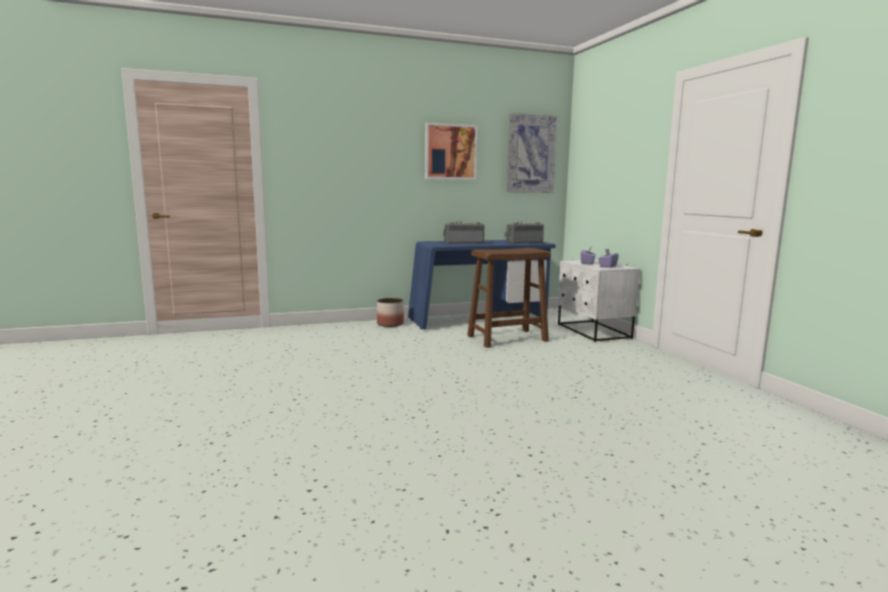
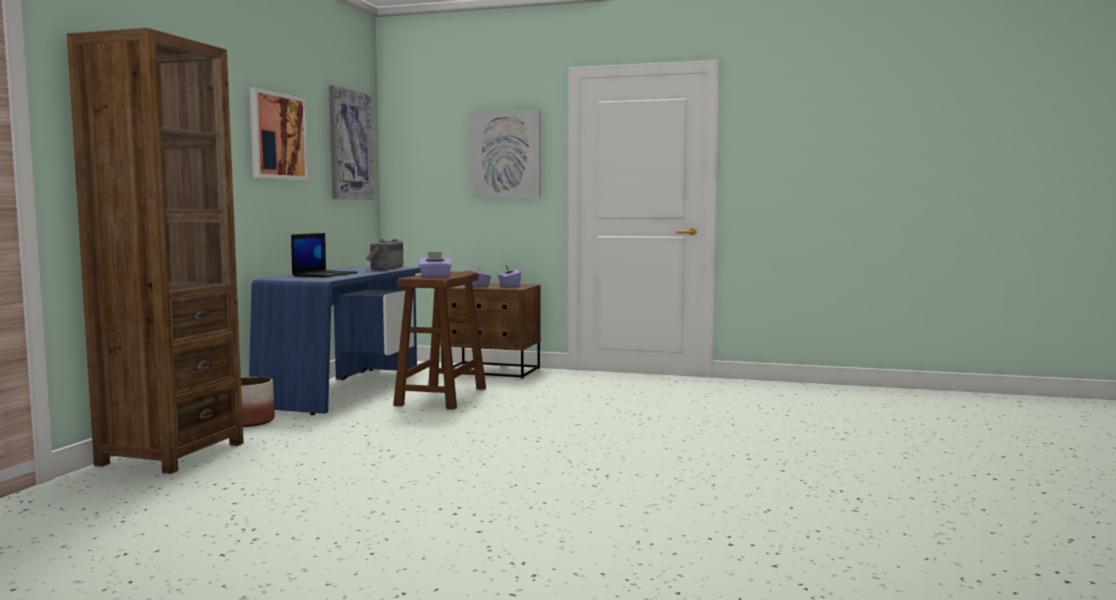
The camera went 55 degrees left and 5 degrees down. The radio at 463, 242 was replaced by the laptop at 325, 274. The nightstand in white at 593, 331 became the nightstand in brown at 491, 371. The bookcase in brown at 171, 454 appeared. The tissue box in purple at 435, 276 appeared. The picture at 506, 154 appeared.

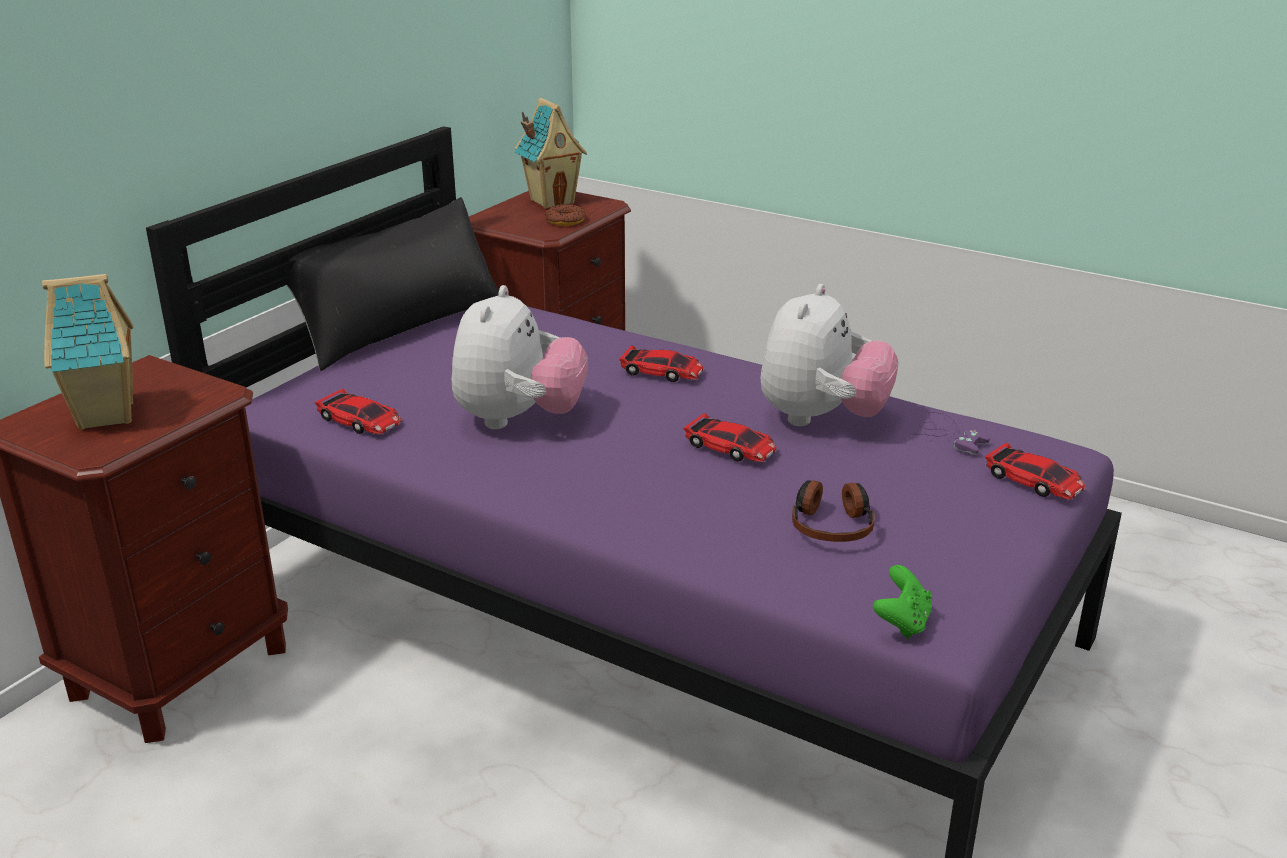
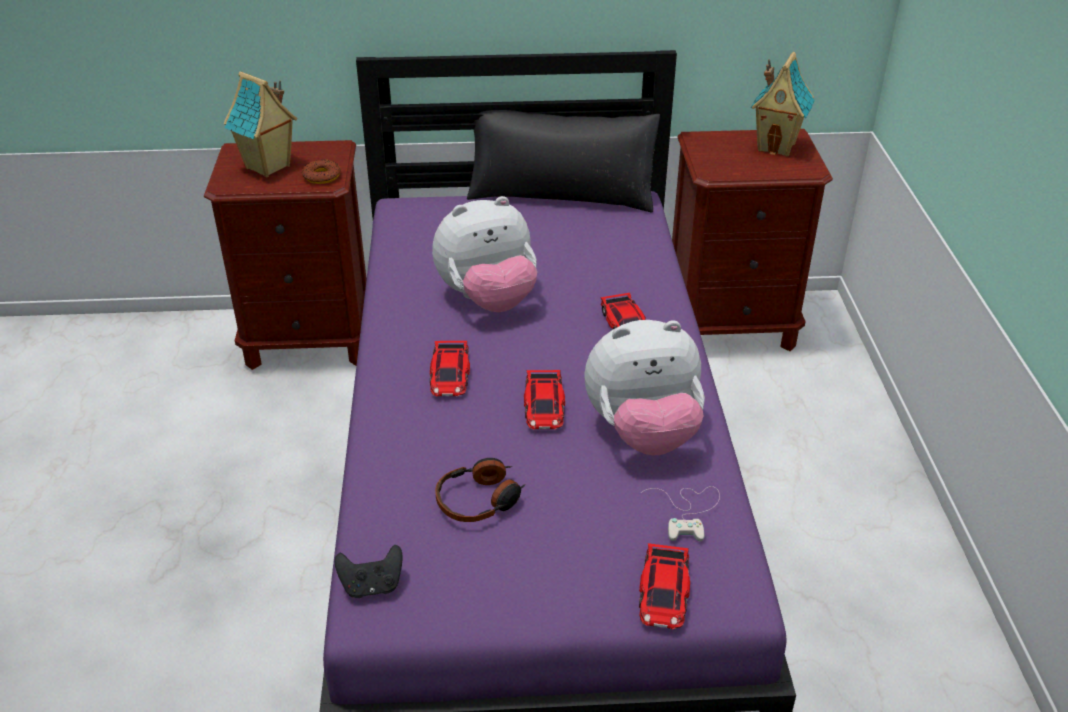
The camera went 55 degrees right and 10 degrees up. The toy car moved from 360, 420 to 450, 374. The donut moved from 565, 220 to 321, 176. The game controller in green at 902, 623 became the game controller in black at 372, 586. The game controller in purple at 945, 436 became the game controller in white at 688, 511.

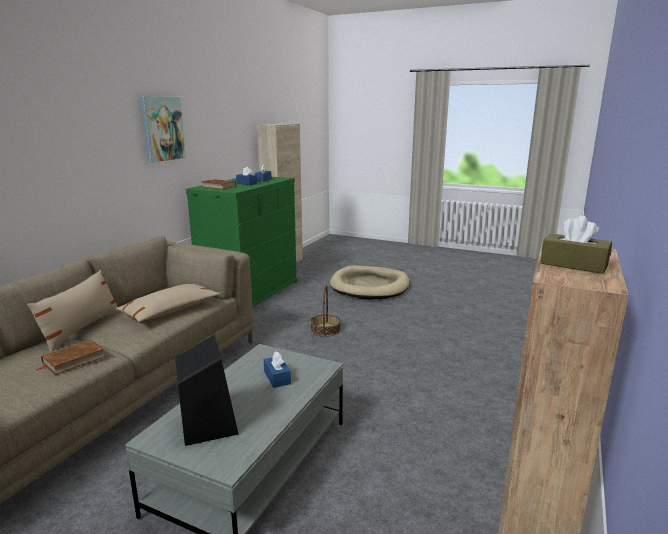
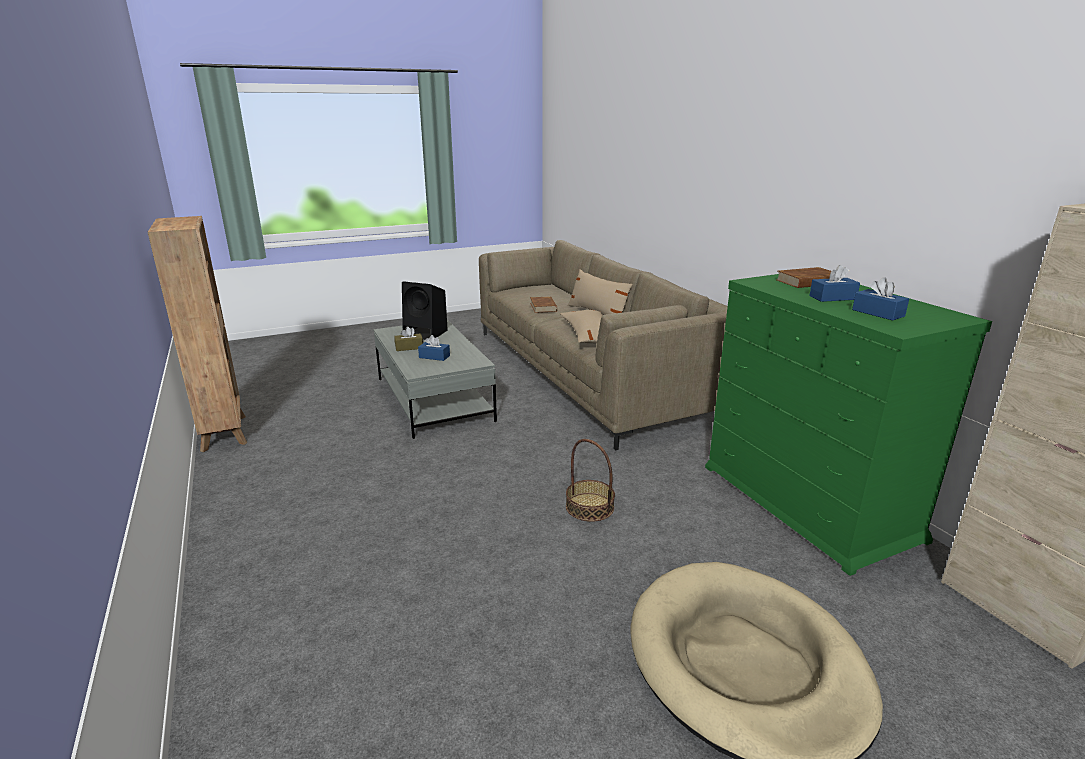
The camera went 130 degrees right and 5 degrees up. The picture at 162, 128 disappeared. The tissue box in brown moved from 573, 264 to 409, 347.

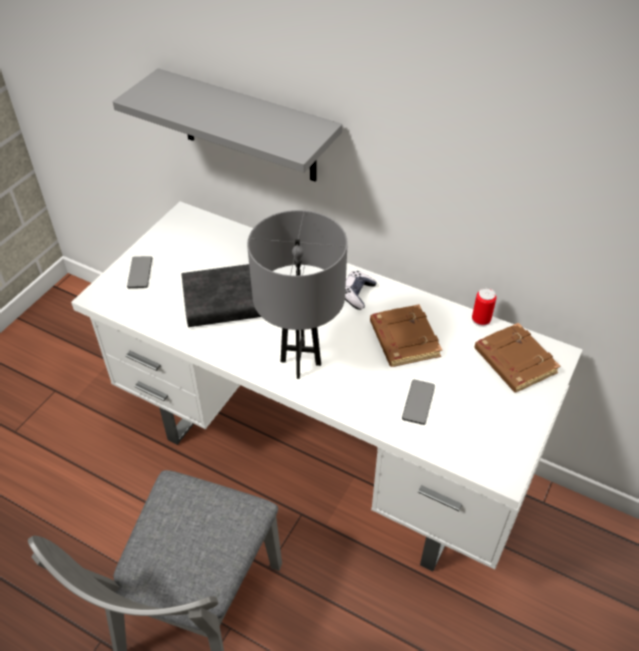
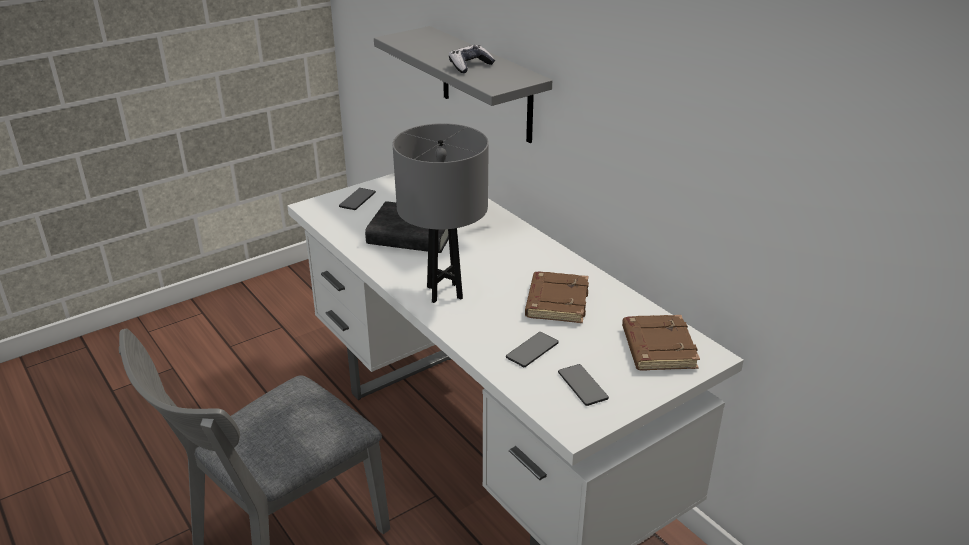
The camera went 25 degrees right and 15 degrees down. The game controller moved from 357, 294 to 470, 66. The can at 481, 320 disappeared. The phone at 582, 386 appeared.

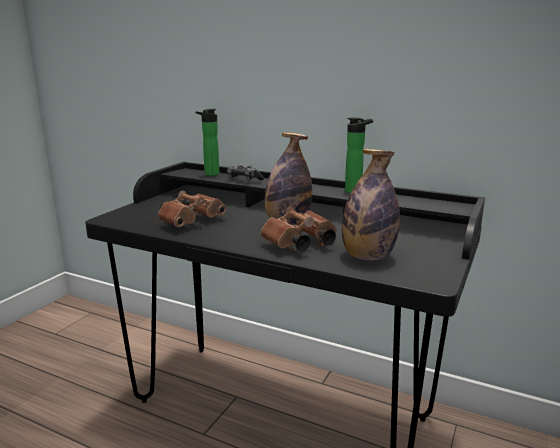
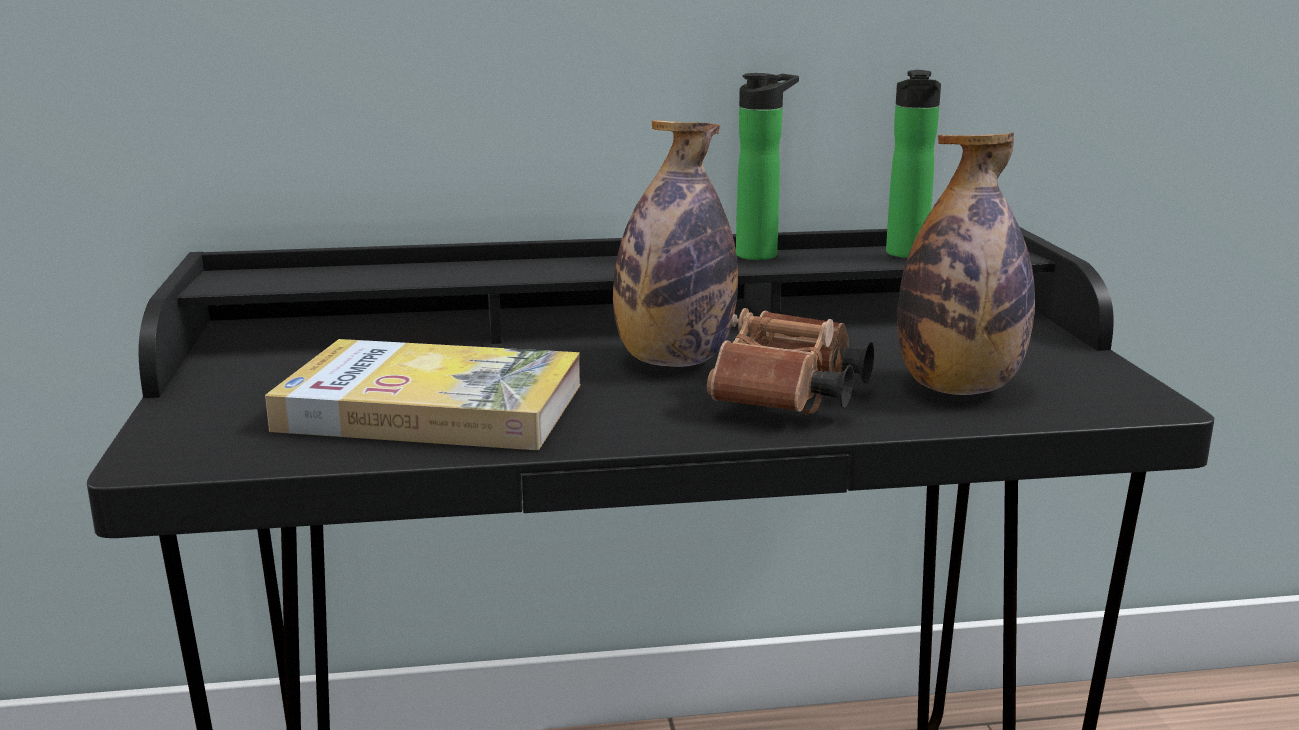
The camera went 35 degrees left and 0 degrees up. The binoculars in brown at 192, 221 was replaced by the book at 431, 407. The bottle moved from 210, 174 to 907, 255. The game controller at 243, 180 disappeared.

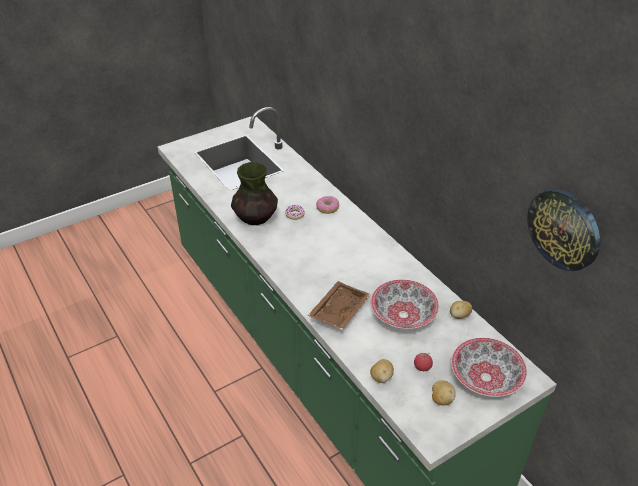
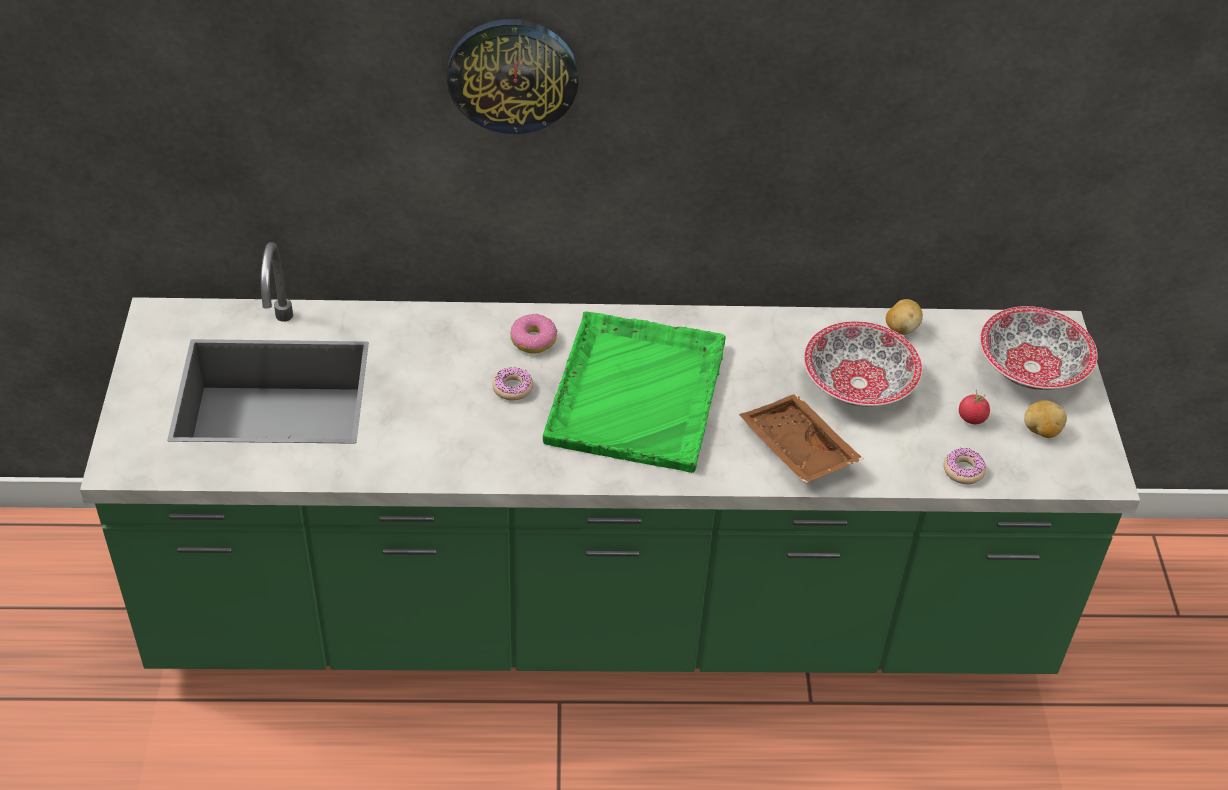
The camera went 60 degrees left and 5 degrees up. The vase at 255, 218 disappeared. The potato at 381, 377 was replaced by the donut at 963, 470. The wall clock moved from 564, 229 to 512, 75. The tray in green at 637, 392 appeared.

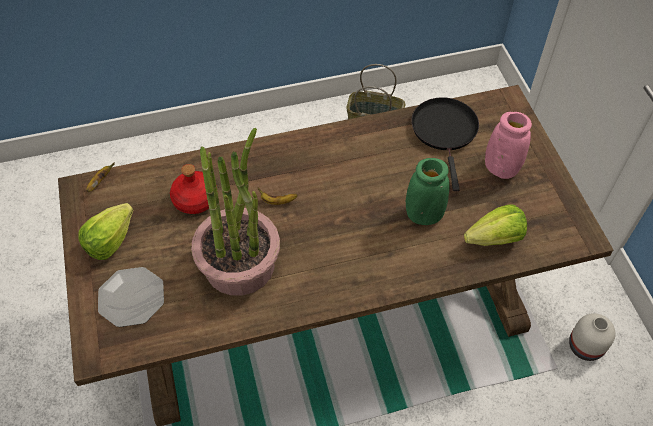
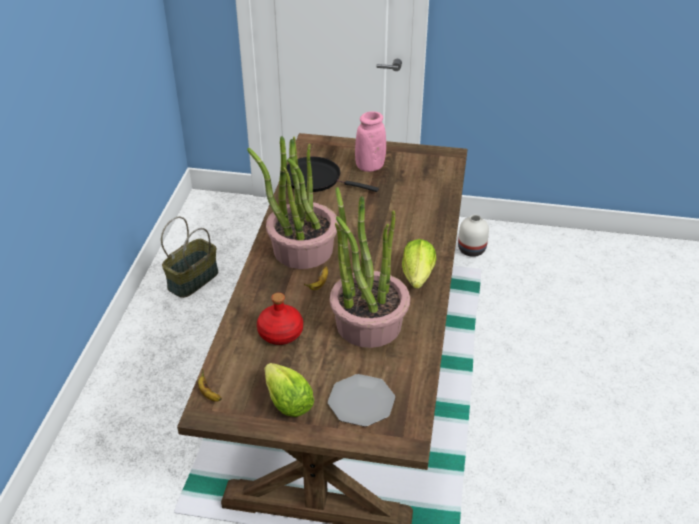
The camera went 65 degrees left and 15 degrees down. The vase in green at 423, 215 disappeared. The lettuce moved from 495, 239 to 417, 276. The potted plant at 302, 250 appeared.

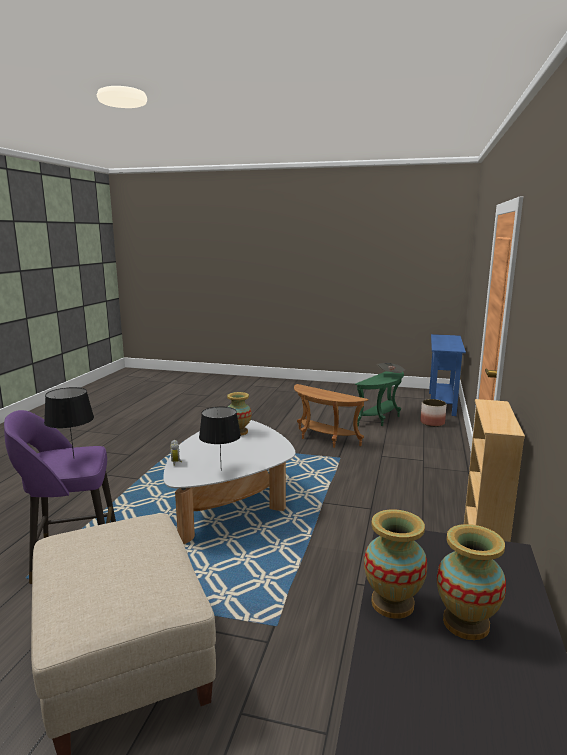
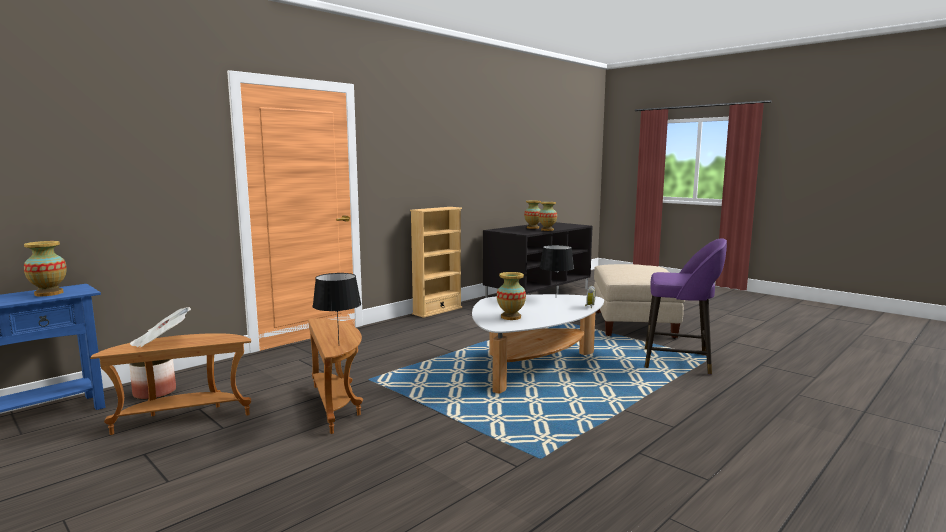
The camera went 150 degrees left and 5 degrees down. The table lamp in black moved from 74, 458 to 338, 346. The side table in green at 382, 419 became the side table in brown at 184, 418. The vase at 49, 293 appeared.

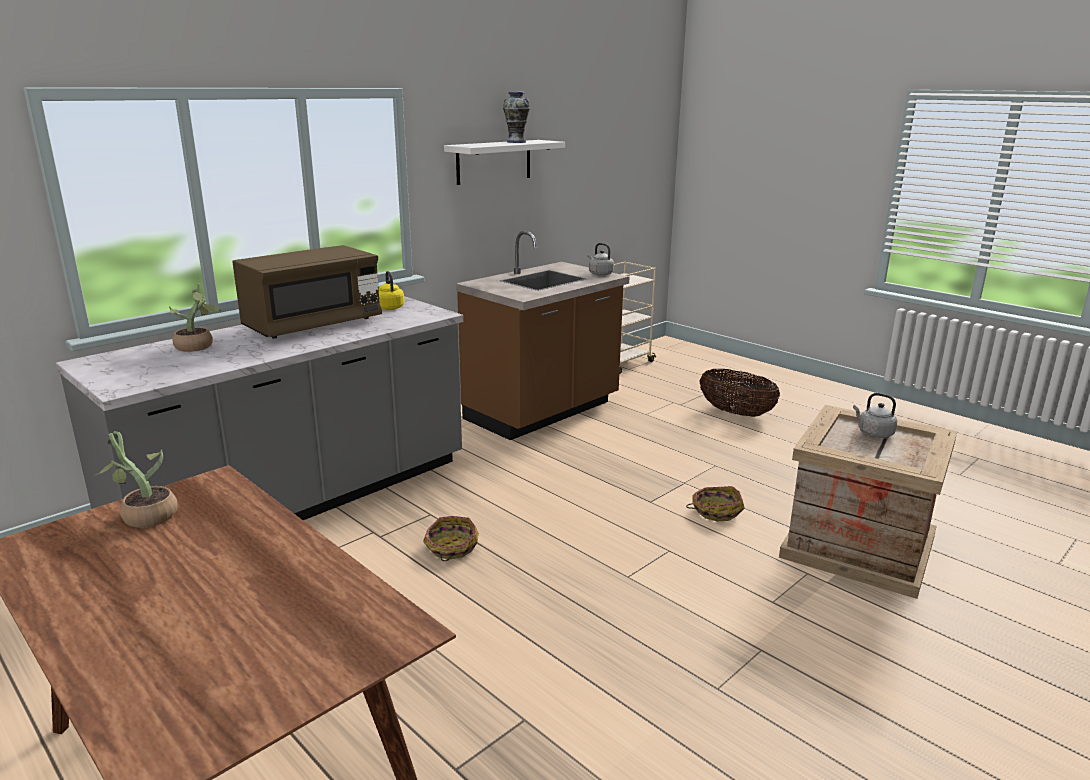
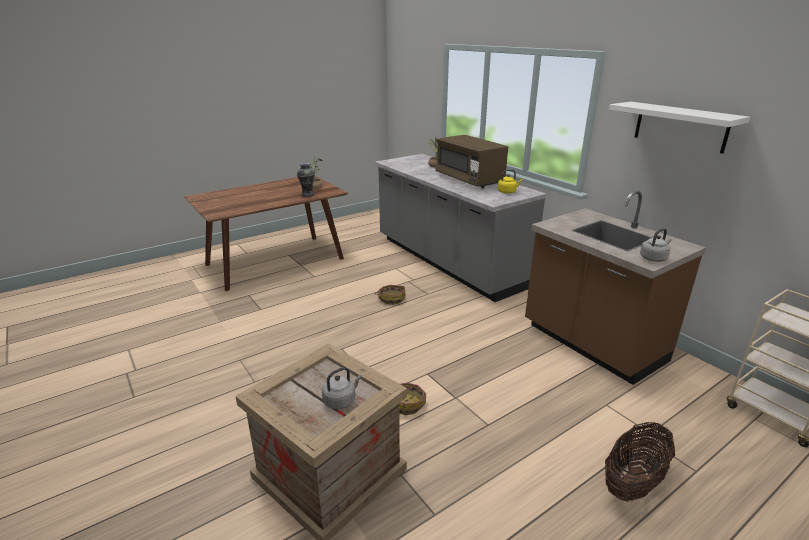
The camera went 100 degrees right and 5 degrees up. The vase moved from 516, 142 to 307, 194.

